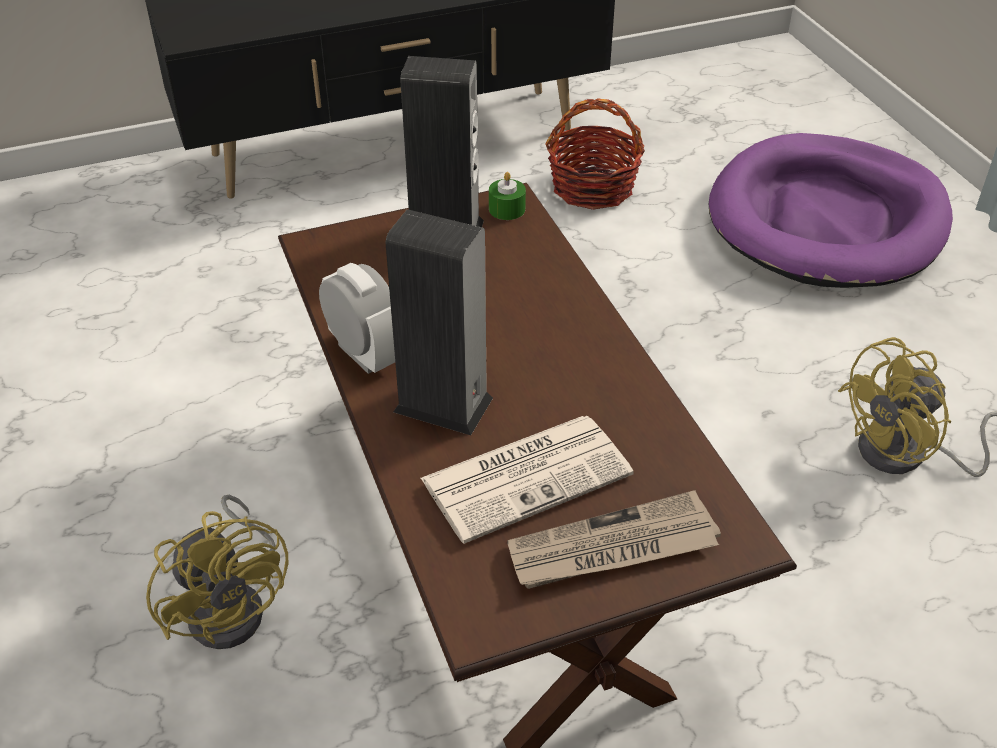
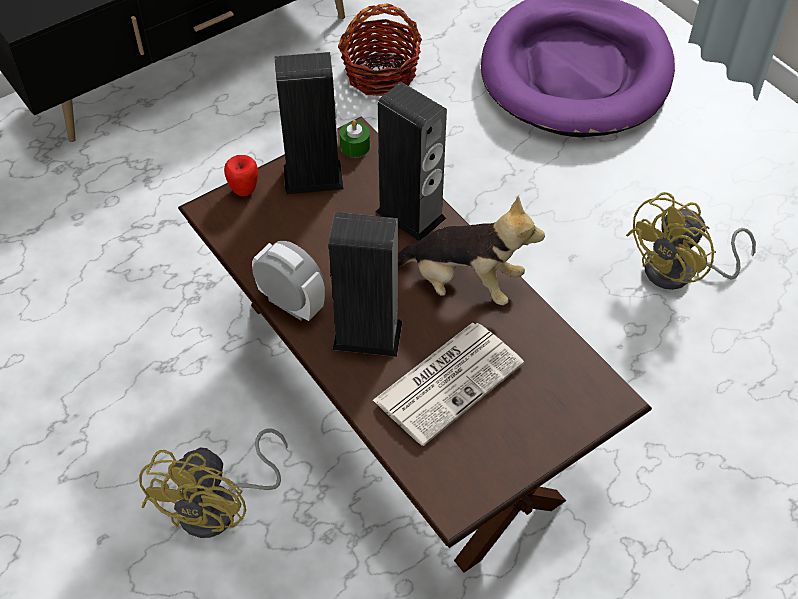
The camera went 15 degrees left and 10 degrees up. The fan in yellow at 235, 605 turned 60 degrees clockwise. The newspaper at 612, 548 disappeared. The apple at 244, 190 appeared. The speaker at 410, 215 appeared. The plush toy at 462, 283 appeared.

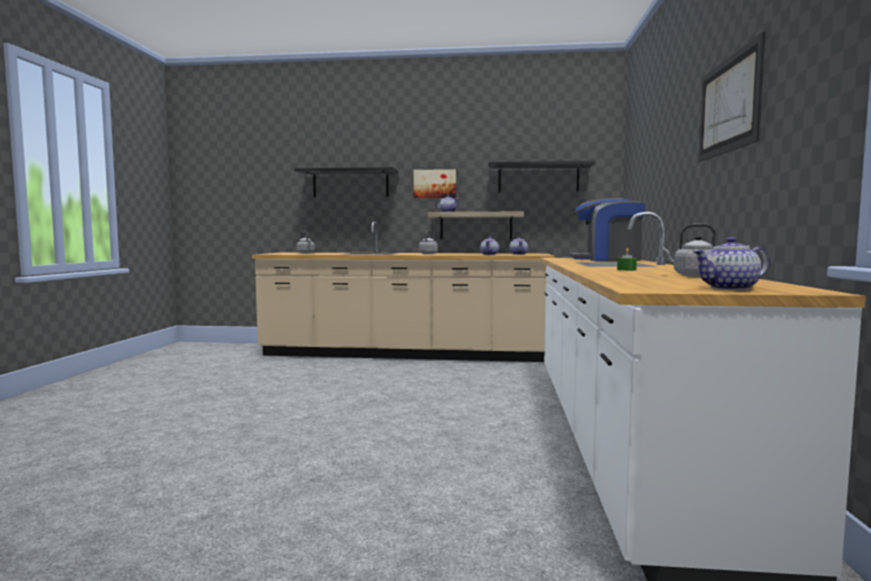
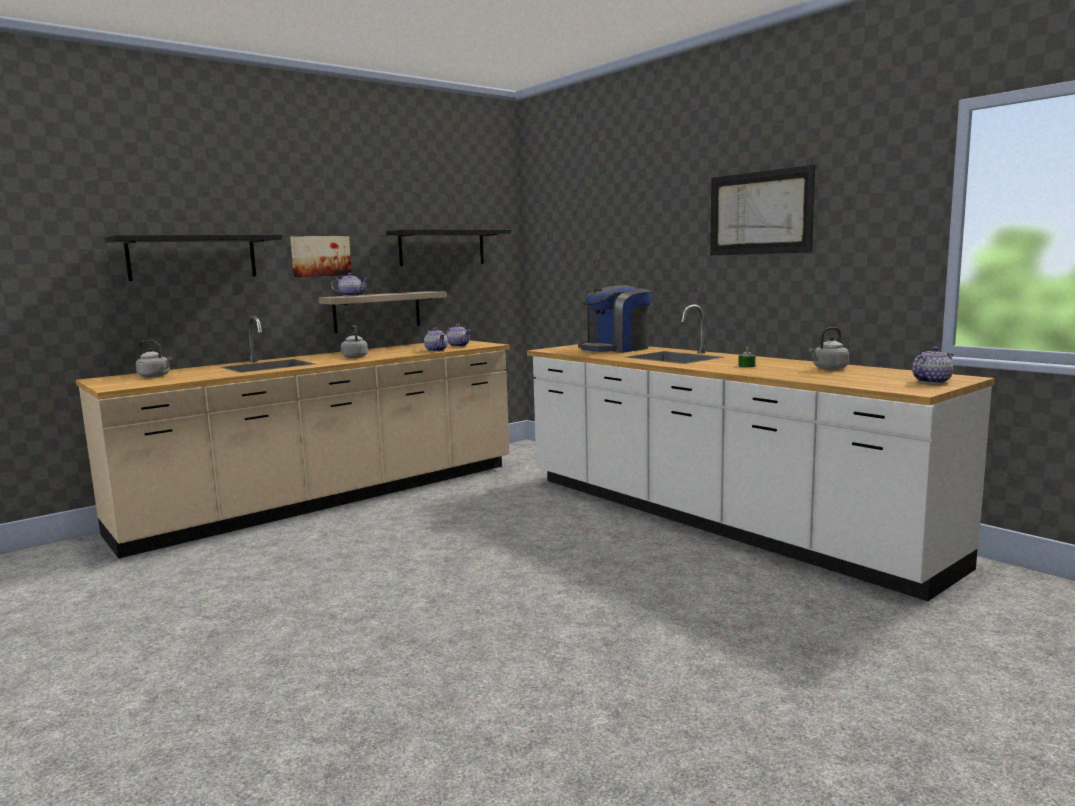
The camera went 45 degrees left and 5 degrees up. The teapot at 729, 288 turned 150 degrees counterclockwise.

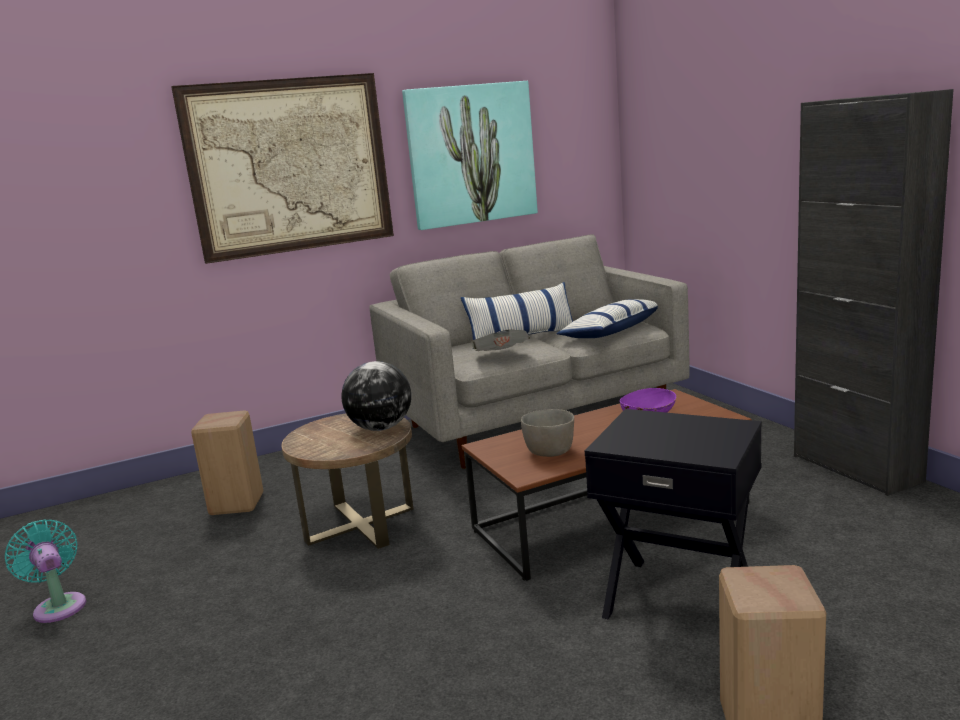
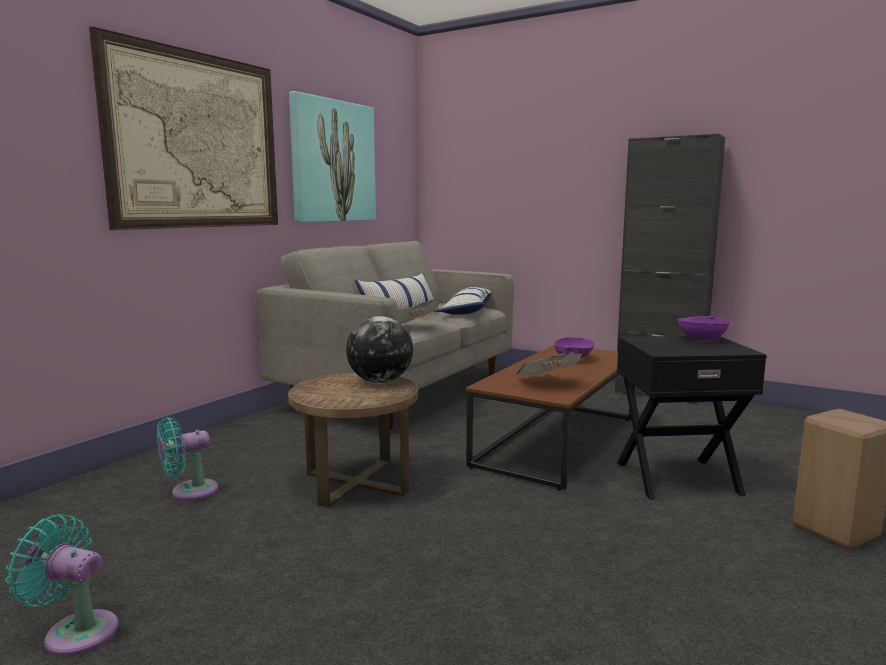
The camera went 35 degrees left and 5 degrees down. The stool in beige at 237, 505 was replaced by the fan in turquoise at 189, 492. The bowl in grey at 550, 452 was replaced by the newspaper at 547, 383. The bowl in purple at 701, 339 appeared.

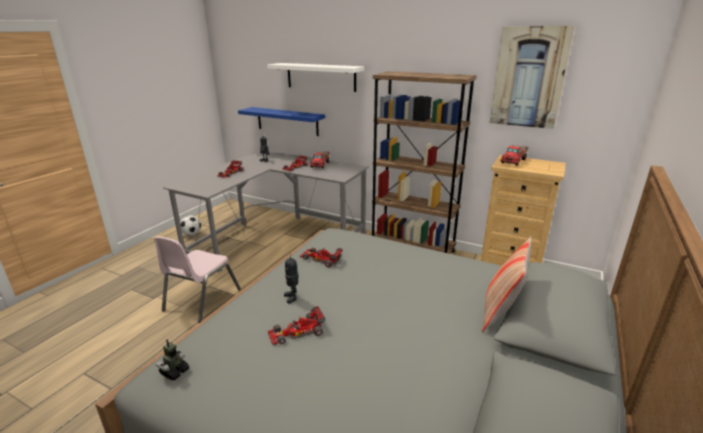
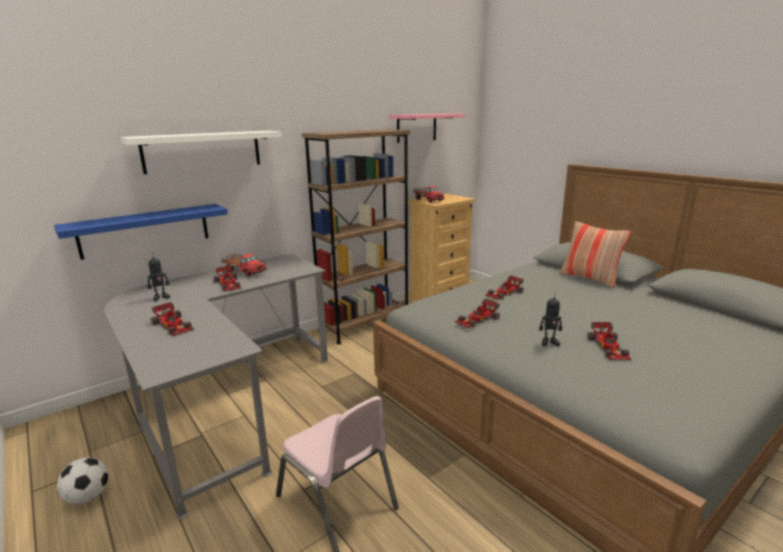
The camera went 65 degrees left and 5 degrees down. The toy robot at 174, 372 disappeared. The picture at 528, 77 was replaced by the shelf in pink at 416, 128. The toy car at 504, 293 appeared.

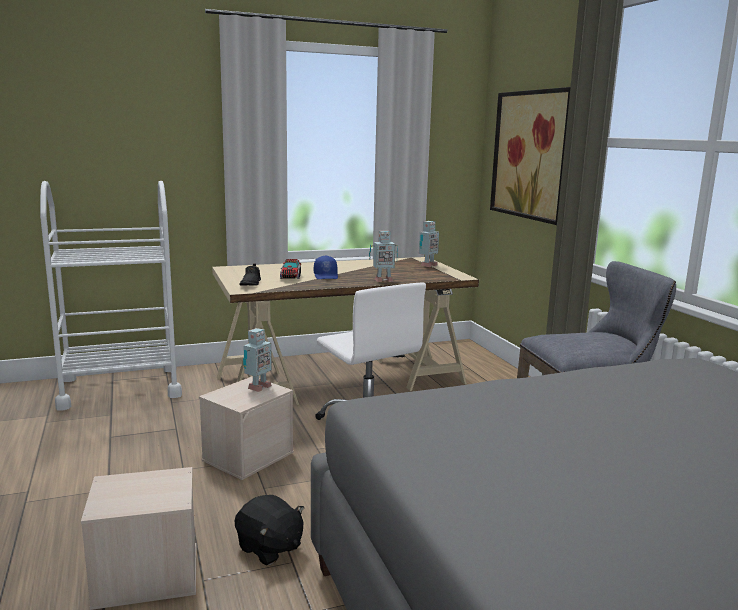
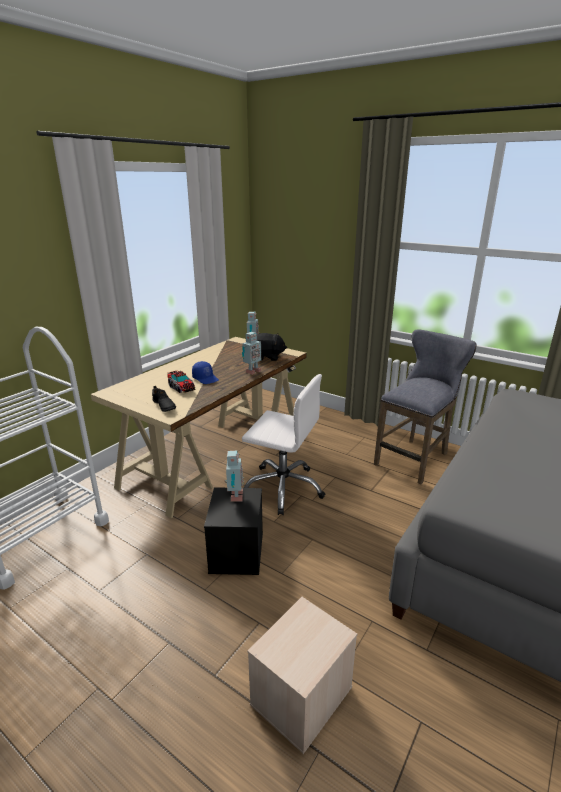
The camera went 35 degrees left and 10 degrees up. The storage box in beige at 248, 456 became the storage box in black at 236, 551. The plush toy in black moved from 269, 548 to 267, 357. The picture at 531, 155 disappeared.

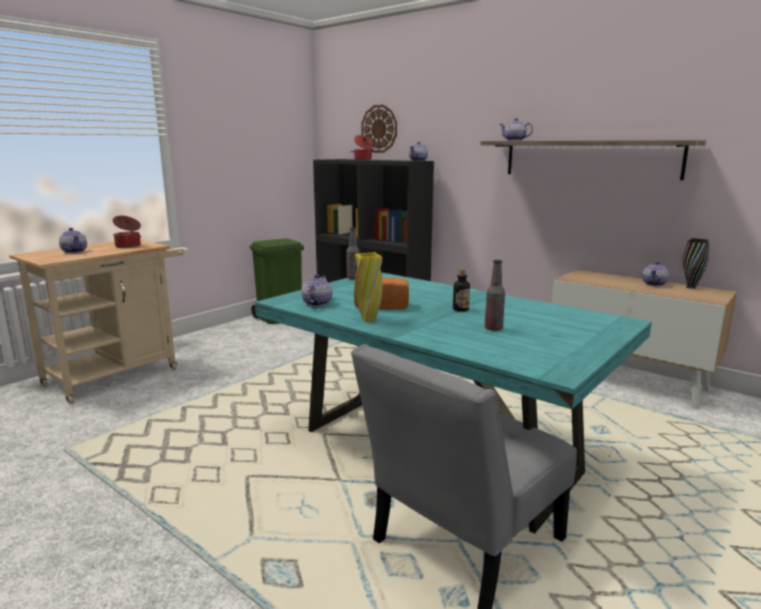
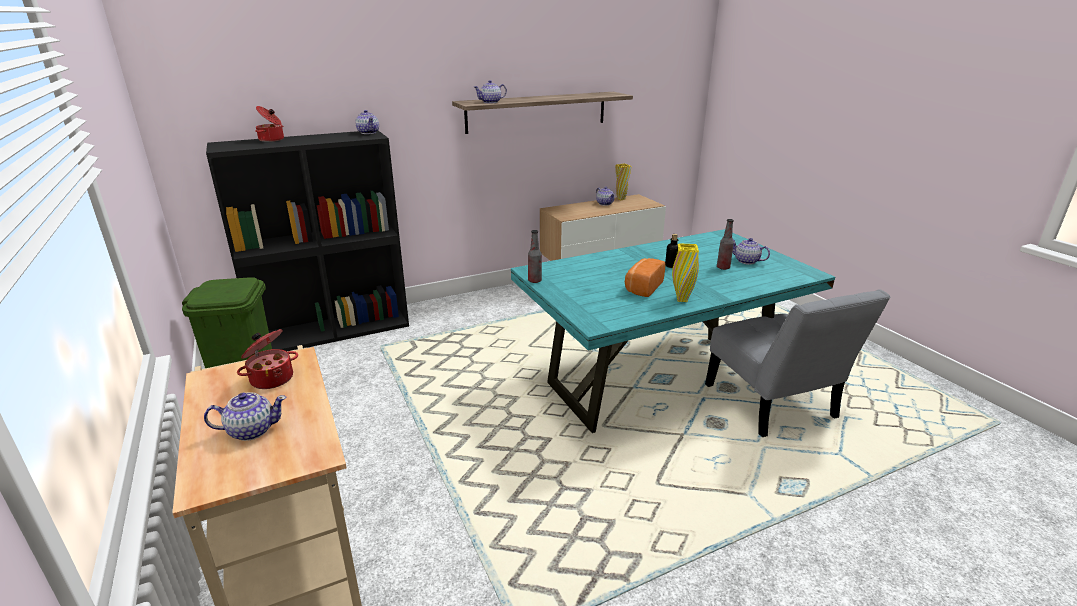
The camera went 65 degrees left and 10 degrees up. The teapot moved from 316, 303 to 747, 261. The wall clock at 379, 129 disappeared. The vase in black at 691, 287 became the vase in yellow at 621, 199.

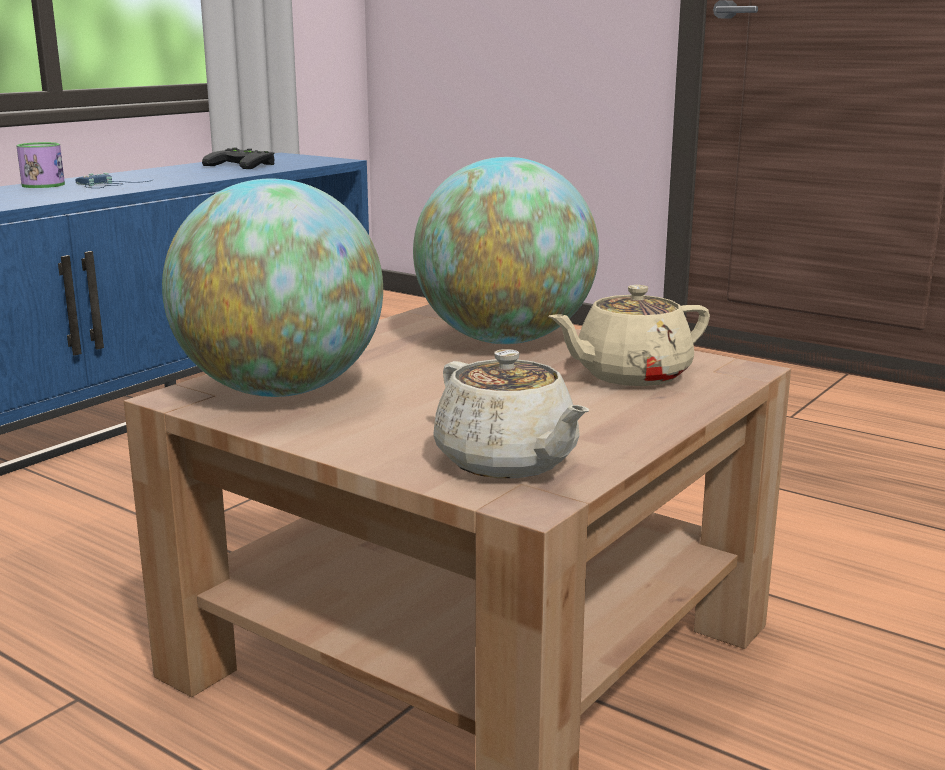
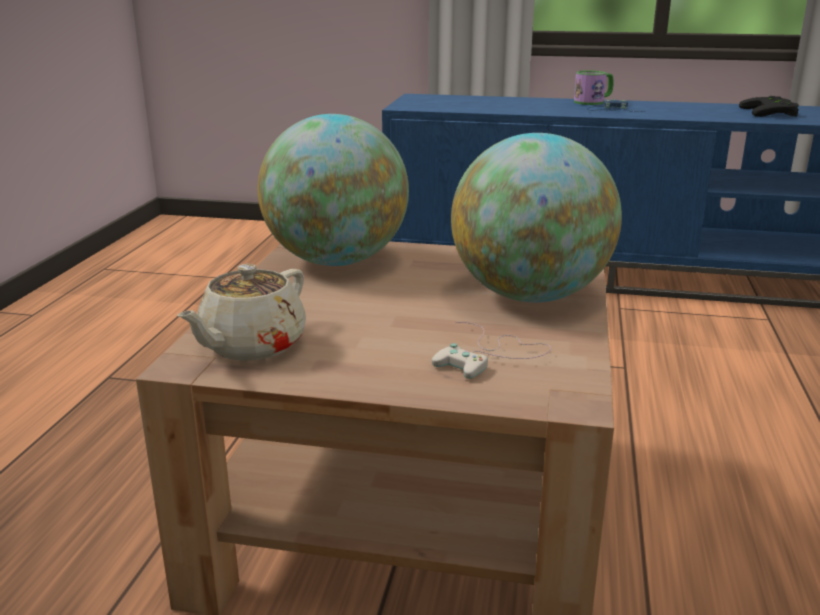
The camera went 65 degrees right and 5 degrees up. The teapot in beige at 630, 375 was replaced by the game controller in white at 491, 355.

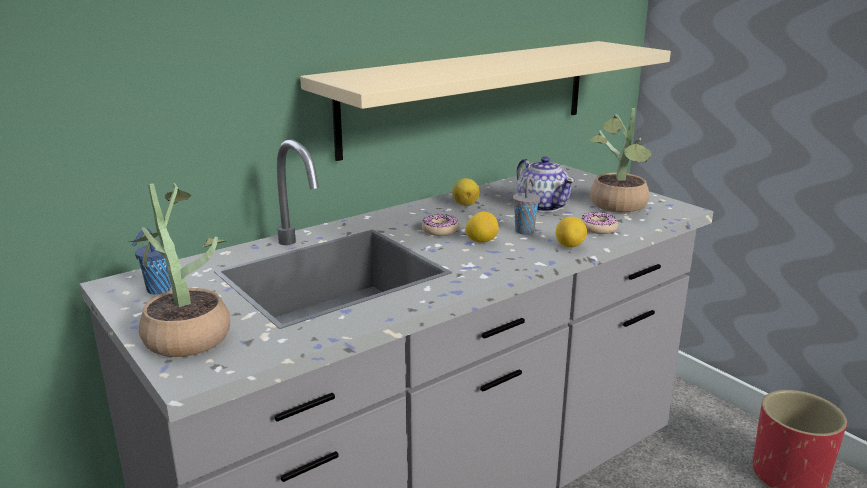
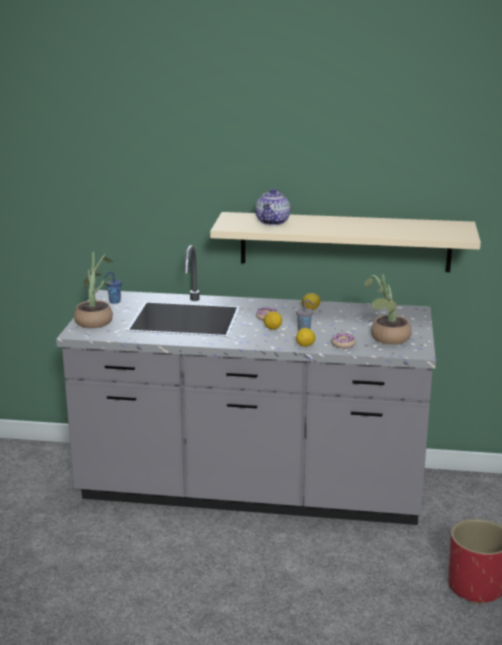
The camera went 45 degrees right and 0 degrees up. The teapot moved from 543, 206 to 273, 222.

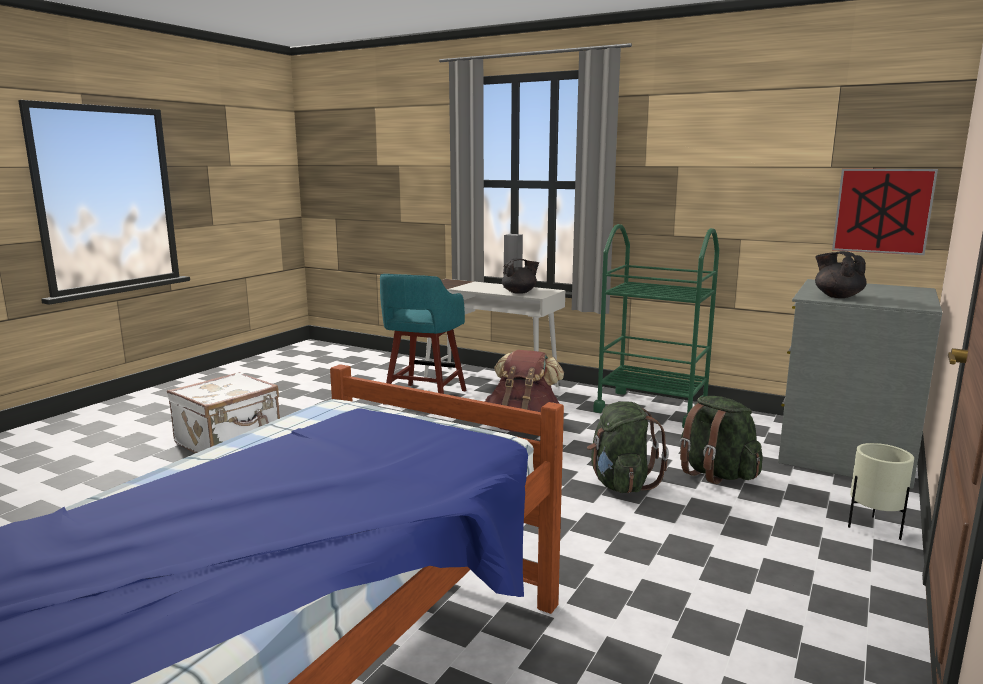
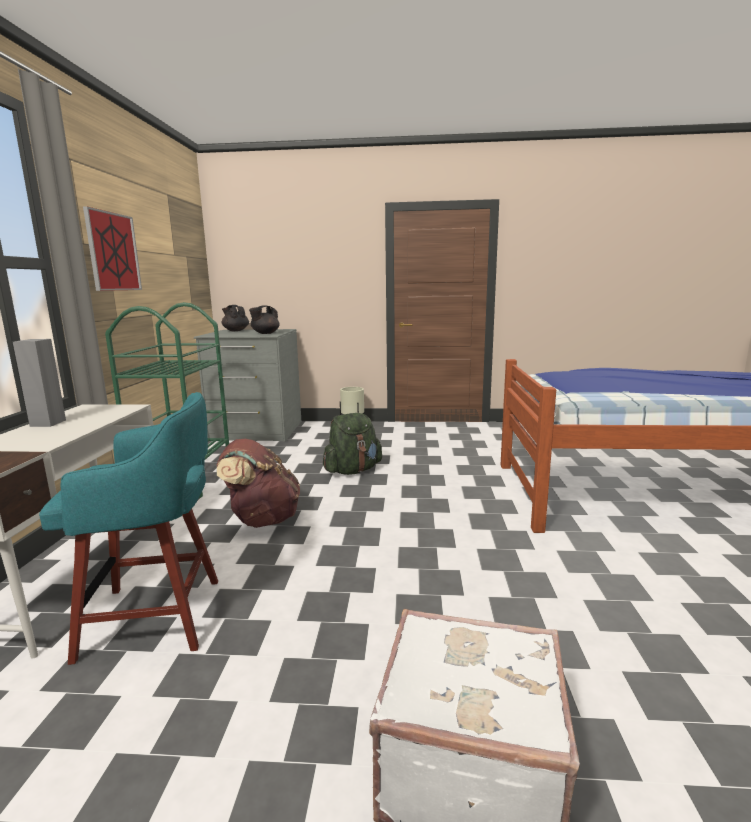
The camera went 115 degrees left and 0 degrees up. The teapot in black moved from 519, 292 to 235, 330. The backpack in green at 715, 474 disappeared. The picture moved from 882, 211 to 113, 252.

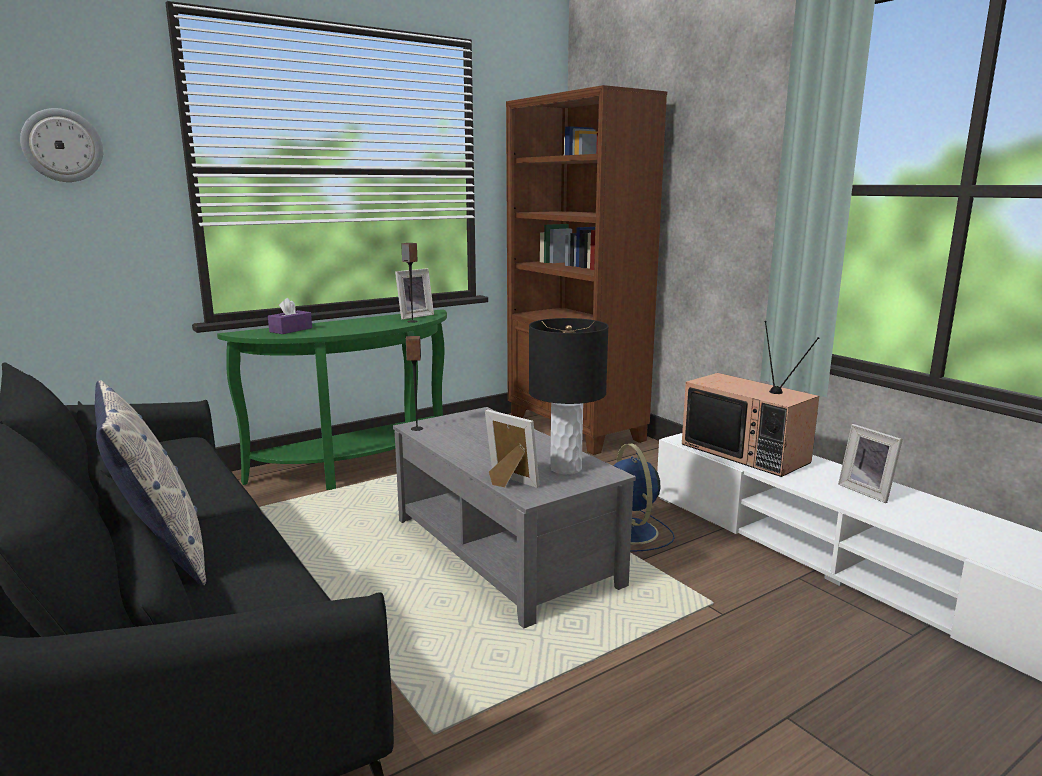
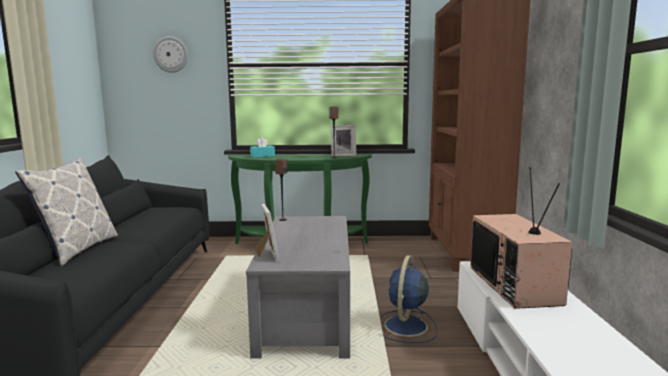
The camera went 35 degrees right and 5 degrees down. The tissue box in purple at 291, 330 became the tissue box in turquoise at 262, 156. The table lamp in black at 566, 468 disappeared. The picture frame at 868, 491 disappeared.

